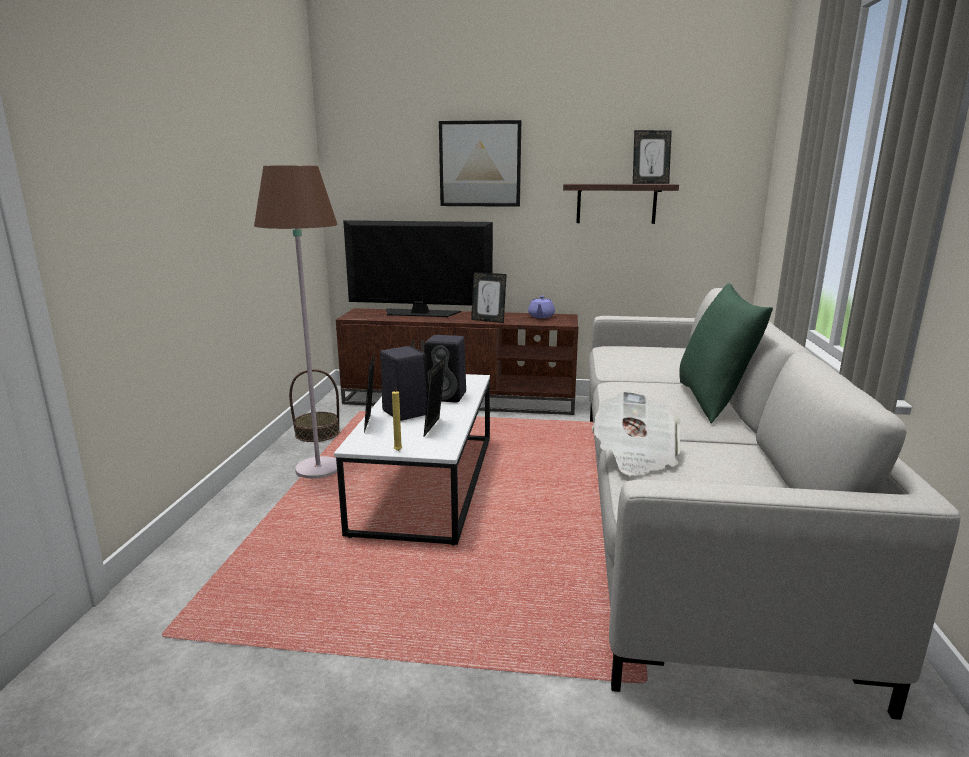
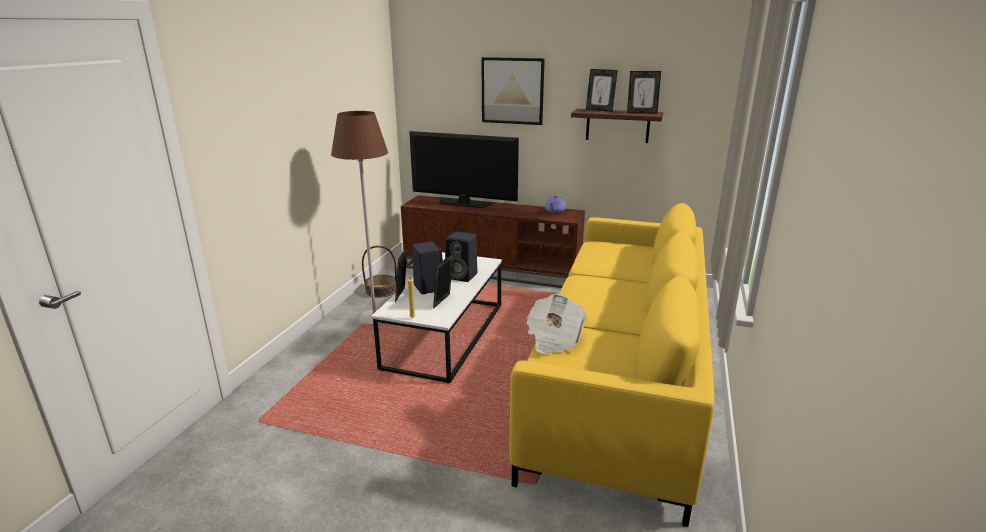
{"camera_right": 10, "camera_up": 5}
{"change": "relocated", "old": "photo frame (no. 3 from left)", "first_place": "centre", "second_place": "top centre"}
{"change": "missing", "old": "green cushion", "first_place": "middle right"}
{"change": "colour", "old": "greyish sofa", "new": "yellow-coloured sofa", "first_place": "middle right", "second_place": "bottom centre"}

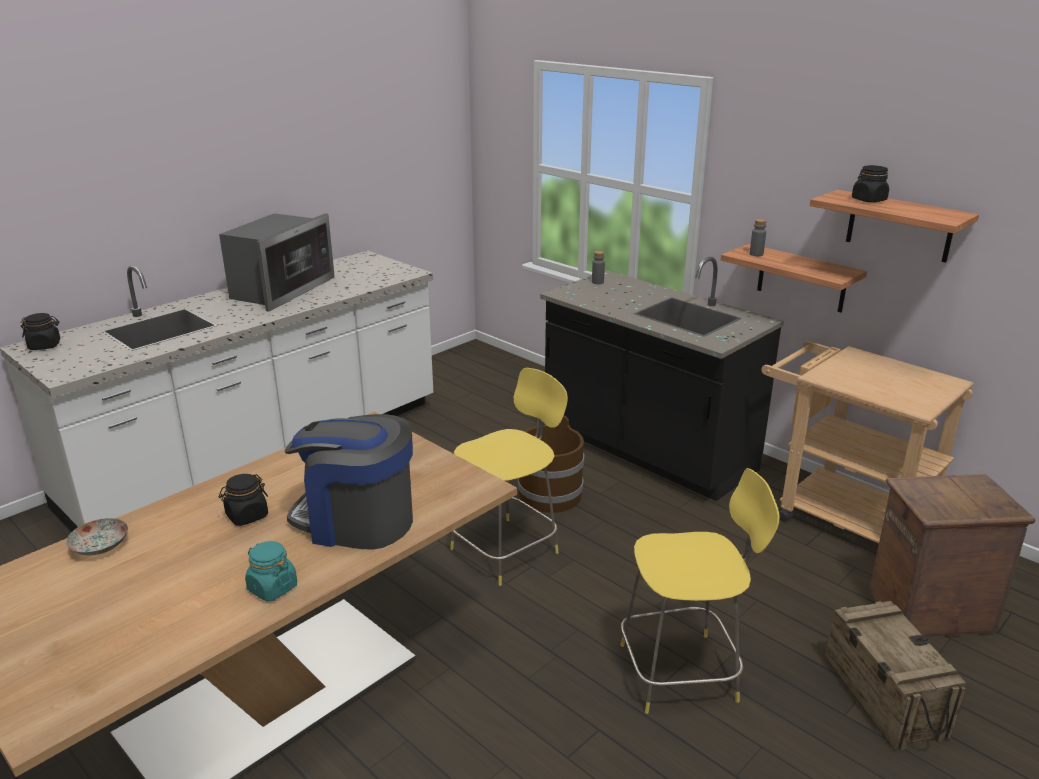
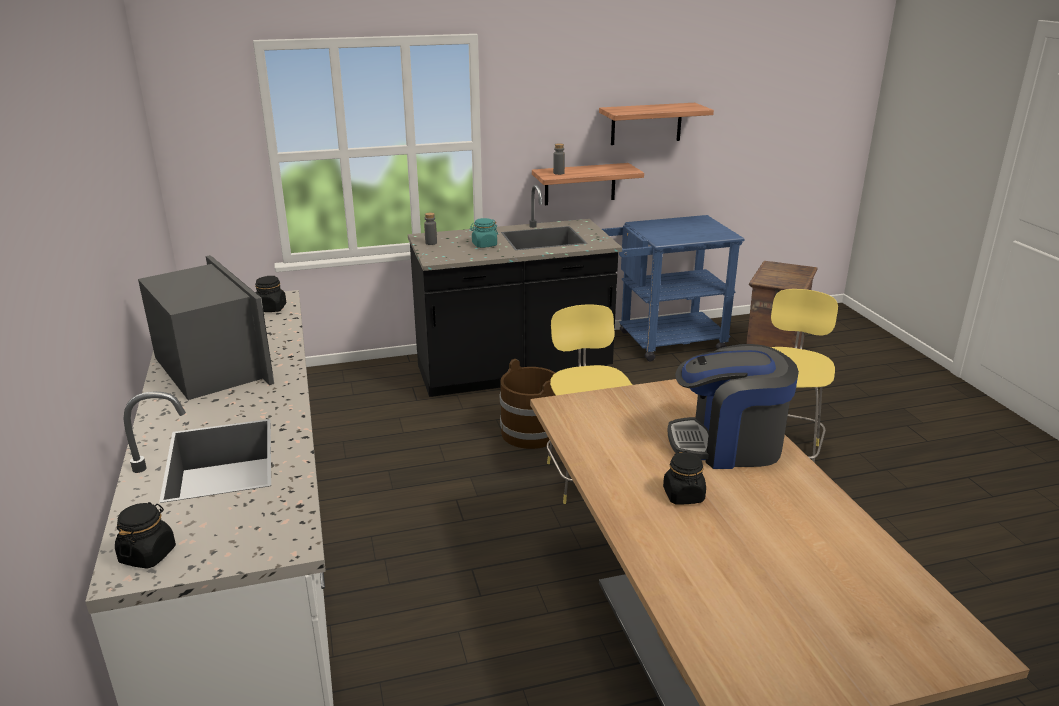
{"camera_right": -60, "camera_up": 0}
{"change": "relocated", "old": "blackish storage jar (no. 3 from left in the first image)", "new": "blackish storage jar (no. 2 from left)", "first_place": "top right", "second_place": "middle left"}
{"change": "colour", "old": "beige trolley", "new": "blue trolley", "first_place": "middle right", "second_place": "centre"}
{"change": "spun", "old": "coffee brewer", "first_place": "centre", "second_place": "middle right", "degrees": 45}
{"change": "missing", "old": "flat dish", "first_place": "bottom left"}
{"change": "relocated", "old": "turquoise storage jar", "first_place": "bottom left", "second_place": "top centre"}
{"change": "missing", "old": "packing crate (no. 1 from left)", "first_place": "bottom right"}

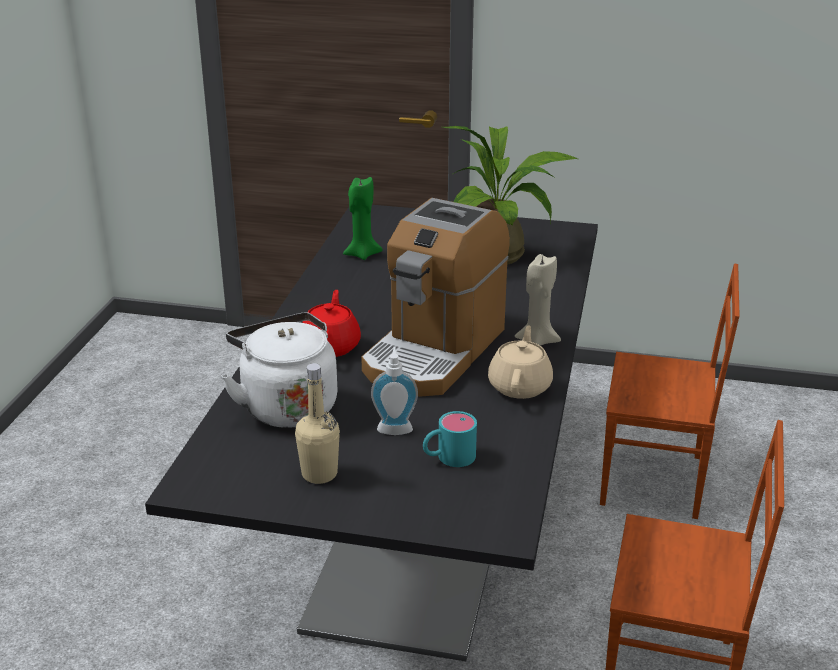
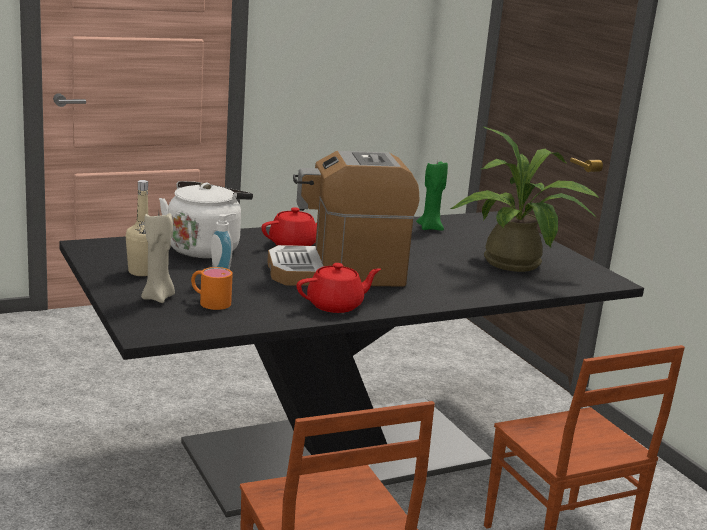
{"camera_right": 50, "camera_up": -10}
{"change": "relocated", "old": "beige wax light", "first_place": "centre", "second_place": "middle left"}
{"change": "colour", "old": "beige pot for tea", "new": "red pot for tea (no. 2 from left)", "first_place": "centre", "second_place": "centre"}
{"change": "colour", "old": "turquoise coffee mug", "new": "orangey coffee mug", "first_place": "centre", "second_place": "middle left"}

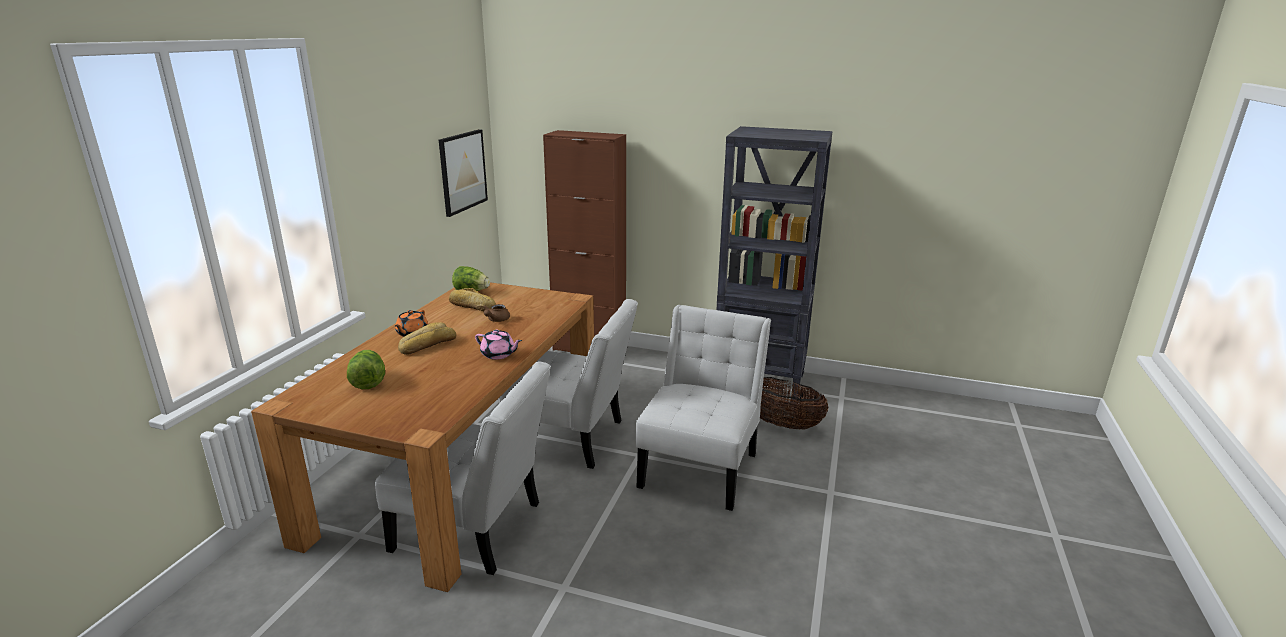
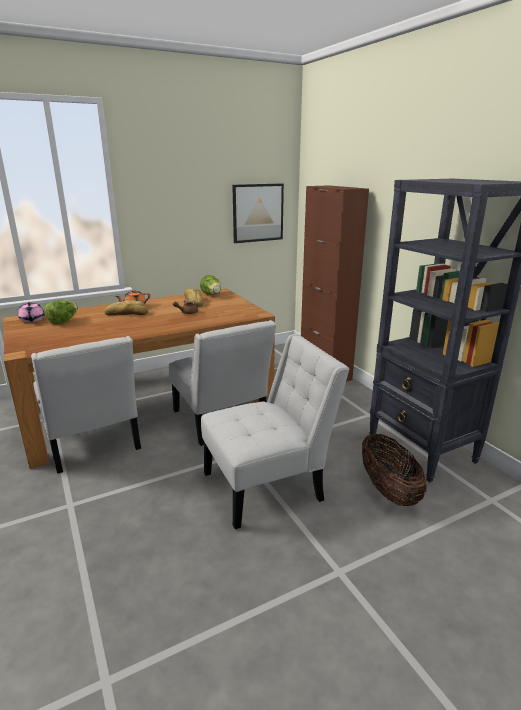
{"camera_right": 45, "camera_up": 0}
{"change": "relocated", "old": "pink-coloured pot for tea", "first_place": "centre", "second_place": "middle left"}

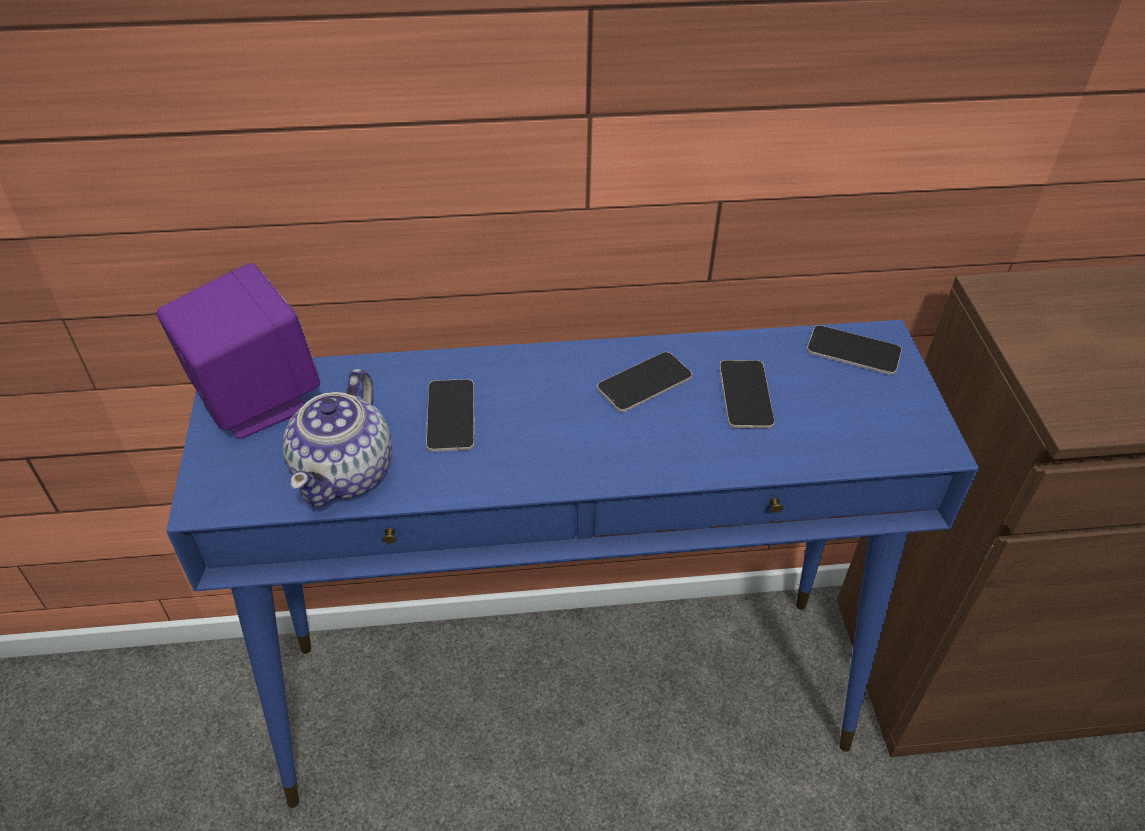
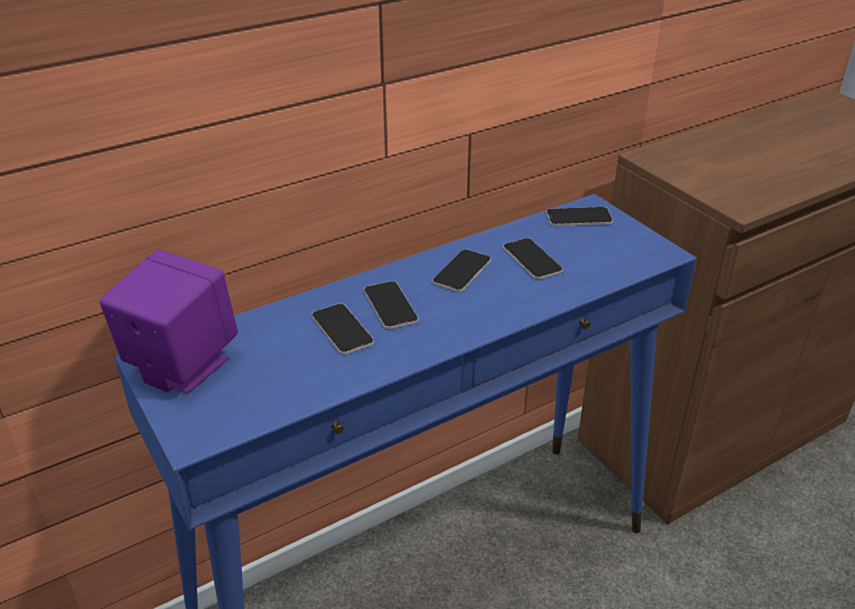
{"camera_right": -25, "camera_up": -10}
{"change": "missing", "old": "pot for tea", "first_place": "middle left"}
{"change": "appeared", "new": "phone (no. 2 from left)", "second_place": "centre"}

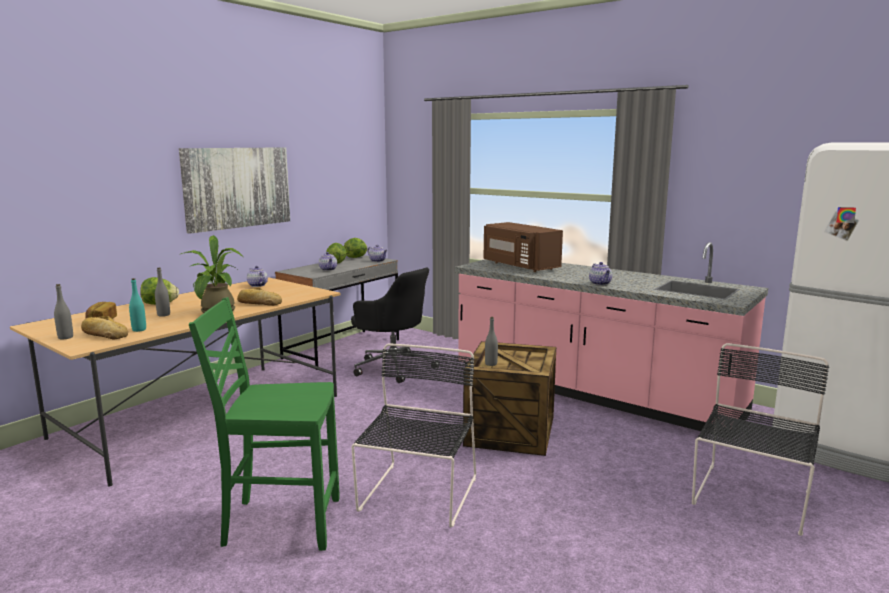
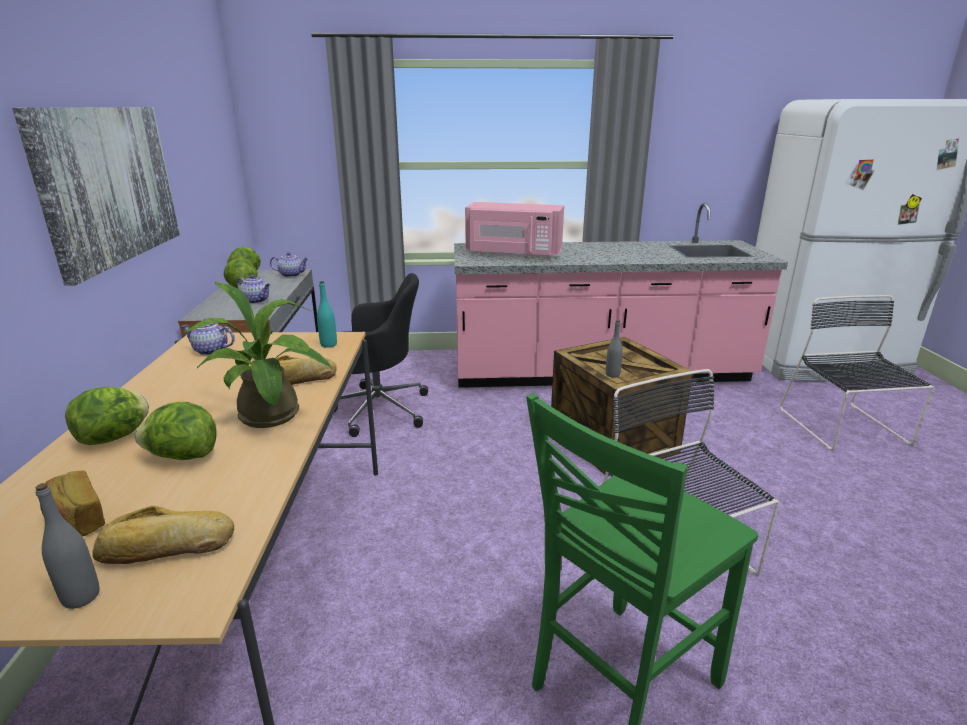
{"camera_right": -40, "camera_up": 10}
{"change": "colour", "old": "brown microwave oven", "new": "pink-coloured microwave oven", "first_place": "centre", "second_place": "top centre"}
{"change": "missing", "old": "pot for tea (no. 4 from left)", "first_place": "middle right"}
{"change": "exchanged", "old": "greyish beverage bottle (no. 2 from left)", "new": "lettuce head (no. 2 from left)", "first_place": "middle left", "second_place": "middle left"}
{"change": "relocated", "old": "turquoise beverage bottle", "first_place": "middle left", "second_place": "centre"}

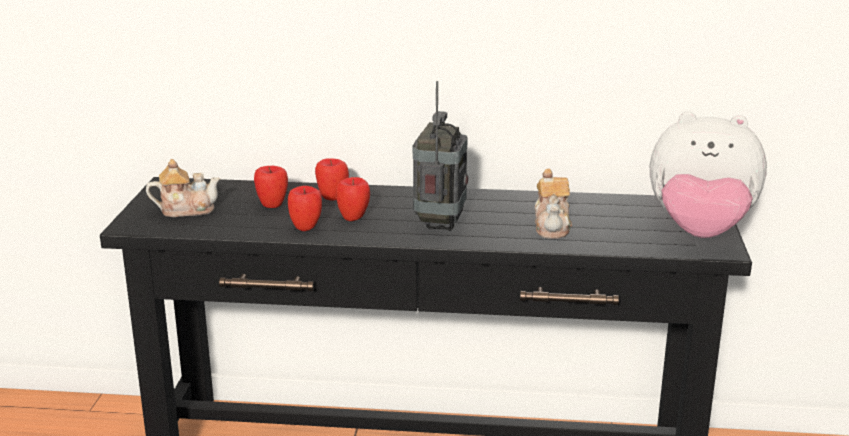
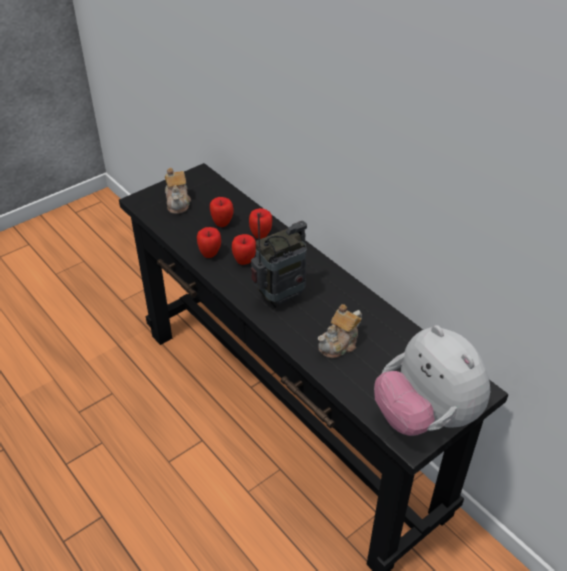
{"camera_right": 45, "camera_up": 20}
{"change": "spun", "old": "pot for tea (no. 1 from left)", "first_place": "middle left", "second_place": "middle left", "degrees": 45}

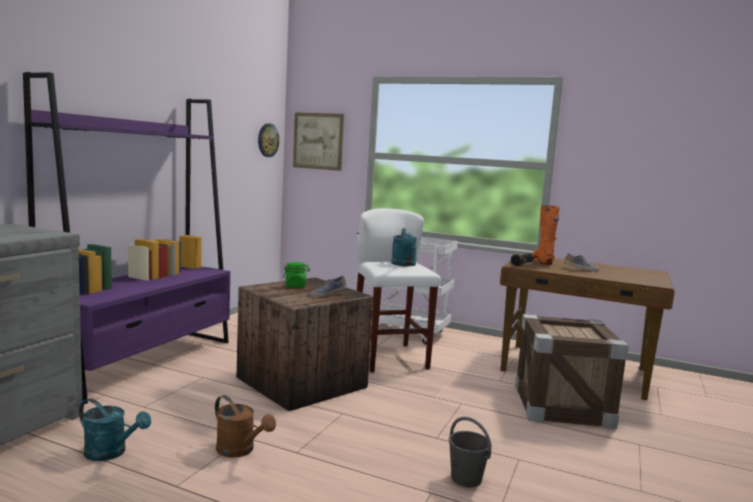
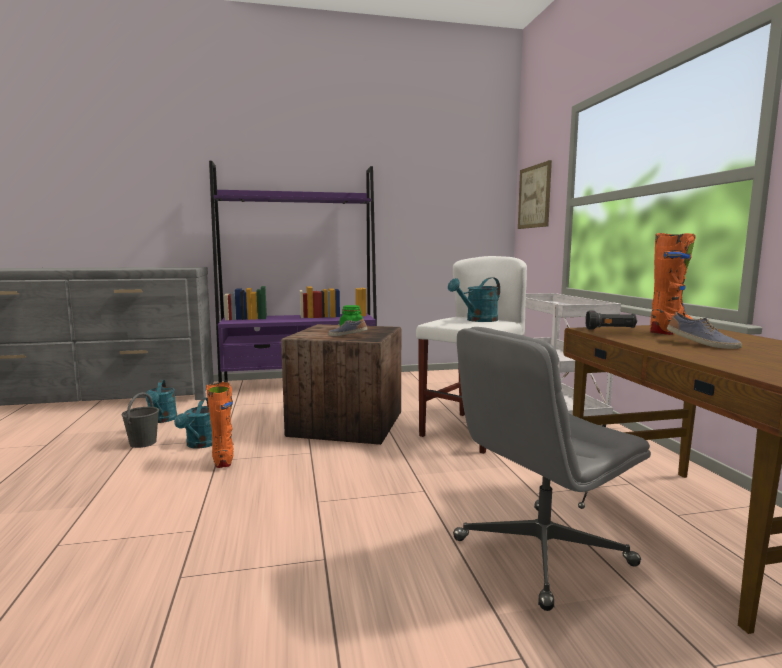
{"camera_right": 55, "camera_up": 0}
{"change": "missing", "old": "wall clock", "first_place": "top centre"}
{"change": "exchanged", "old": "packing crate (no. 2 from left)", "new": "greyish computer chair", "first_place": "bottom right", "second_place": "bottom right"}
{"change": "colour", "old": "brown sprinkling can", "new": "turquoise sprinkling can (no. 2 from left)", "first_place": "bottom left", "second_place": "middle left"}
{"change": "relocated", "old": "greyish bucket", "first_place": "bottom centre", "second_place": "middle left"}
{"change": "appeared", "new": "orangey tall boot (no. 1 from left)", "second_place": "middle left"}

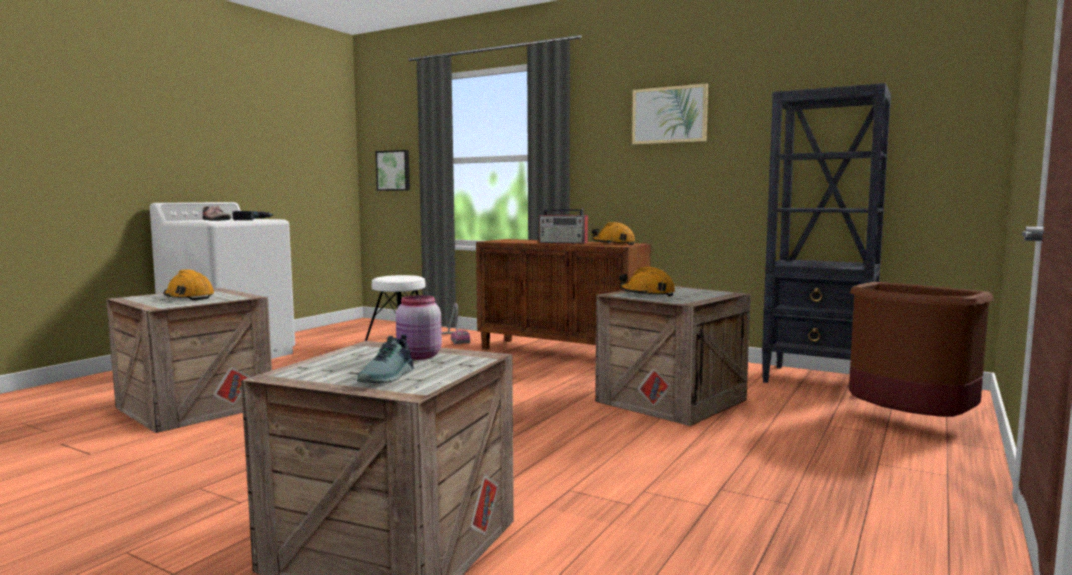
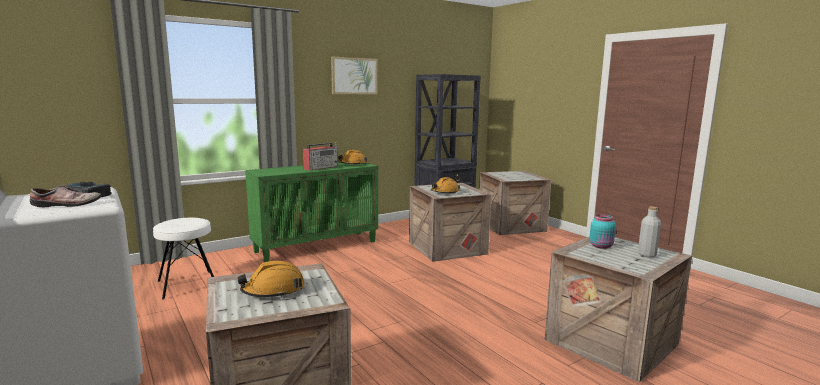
{"camera_right": -65, "camera_up": 5}
{"change": "missing", "old": "wall art (no. 1 from left)", "first_place": "top centre"}
{"change": "colour", "old": "brown cupboard", "new": "green cupboard", "first_place": "centre", "second_place": "centre"}
{"change": "exchanged", "old": "brown rubbish bin", "new": "packing crate (no. 3 from left)", "first_place": "middle right", "second_place": "centre"}
{"change": "colour", "old": "pink-coloured storage jar", "new": "turquoise storage jar", "first_place": "centre", "second_place": "middle right"}
{"change": "missing", "old": "vacuum cleaner", "first_place": "centre"}
{"change": "exchanged", "old": "low shoe (no. 2 from left)", "new": "greyish beverage bottle", "first_place": "centre", "second_place": "middle right"}

